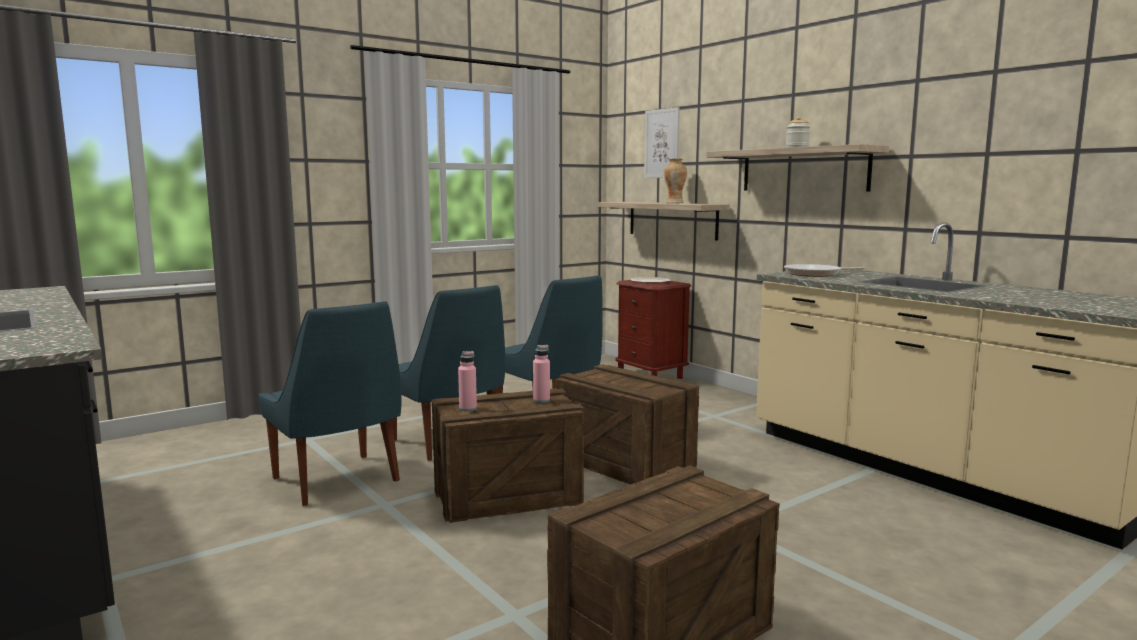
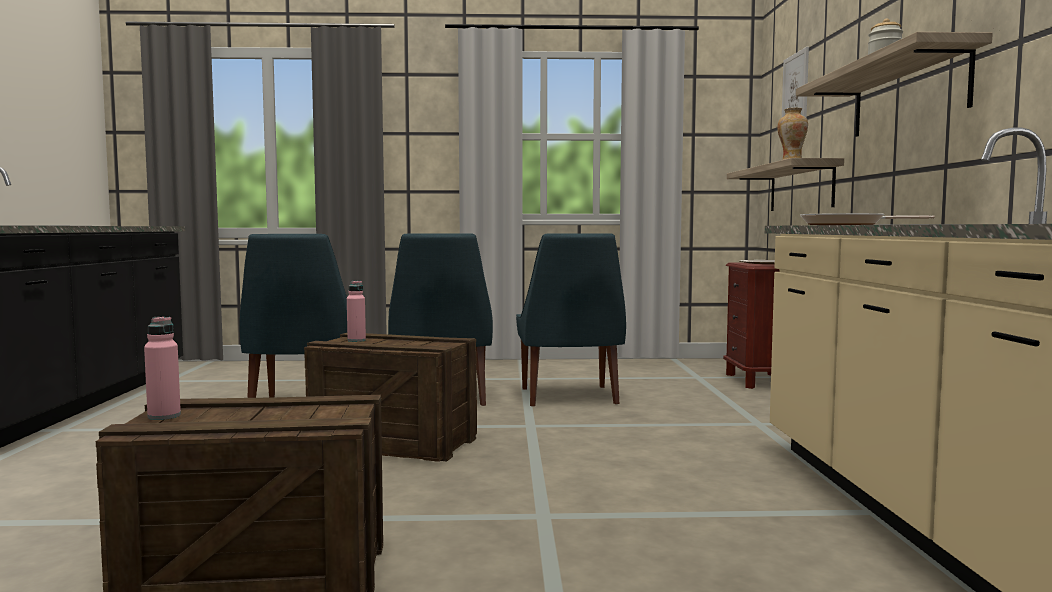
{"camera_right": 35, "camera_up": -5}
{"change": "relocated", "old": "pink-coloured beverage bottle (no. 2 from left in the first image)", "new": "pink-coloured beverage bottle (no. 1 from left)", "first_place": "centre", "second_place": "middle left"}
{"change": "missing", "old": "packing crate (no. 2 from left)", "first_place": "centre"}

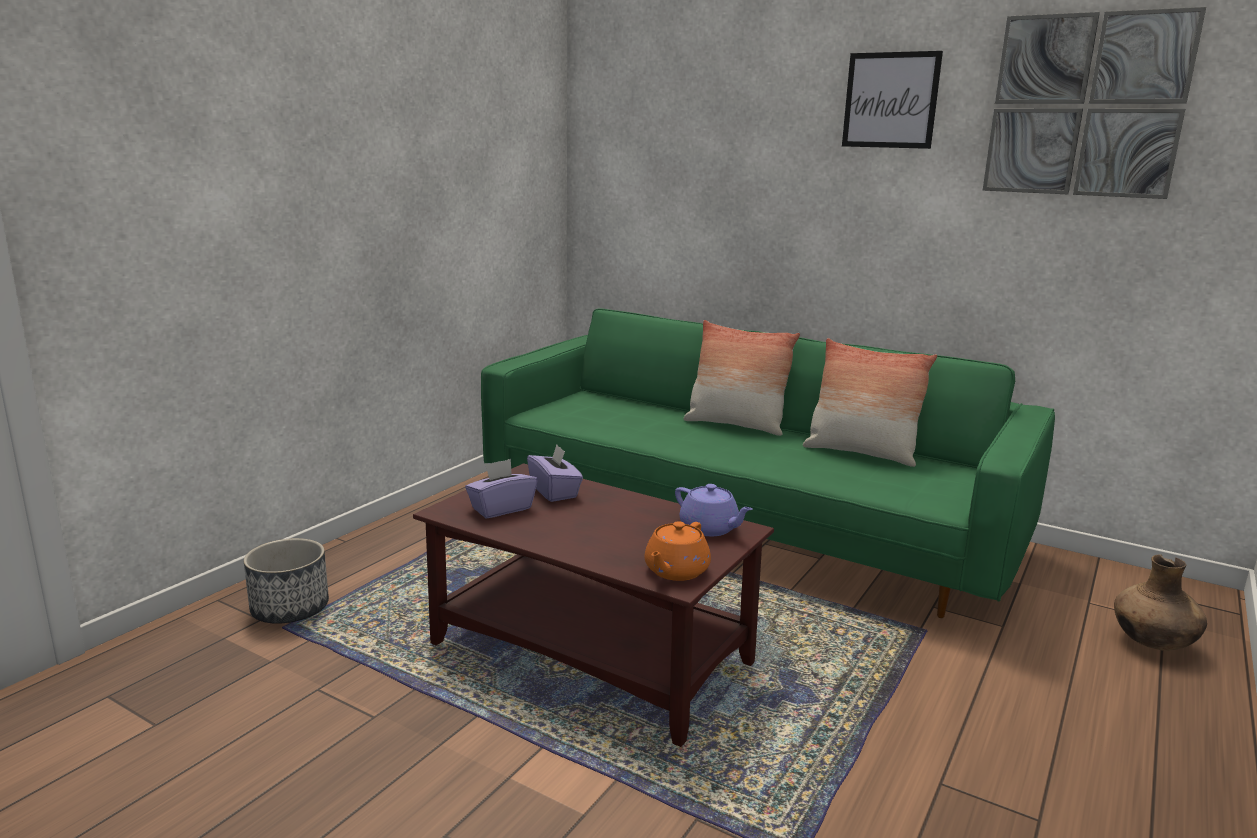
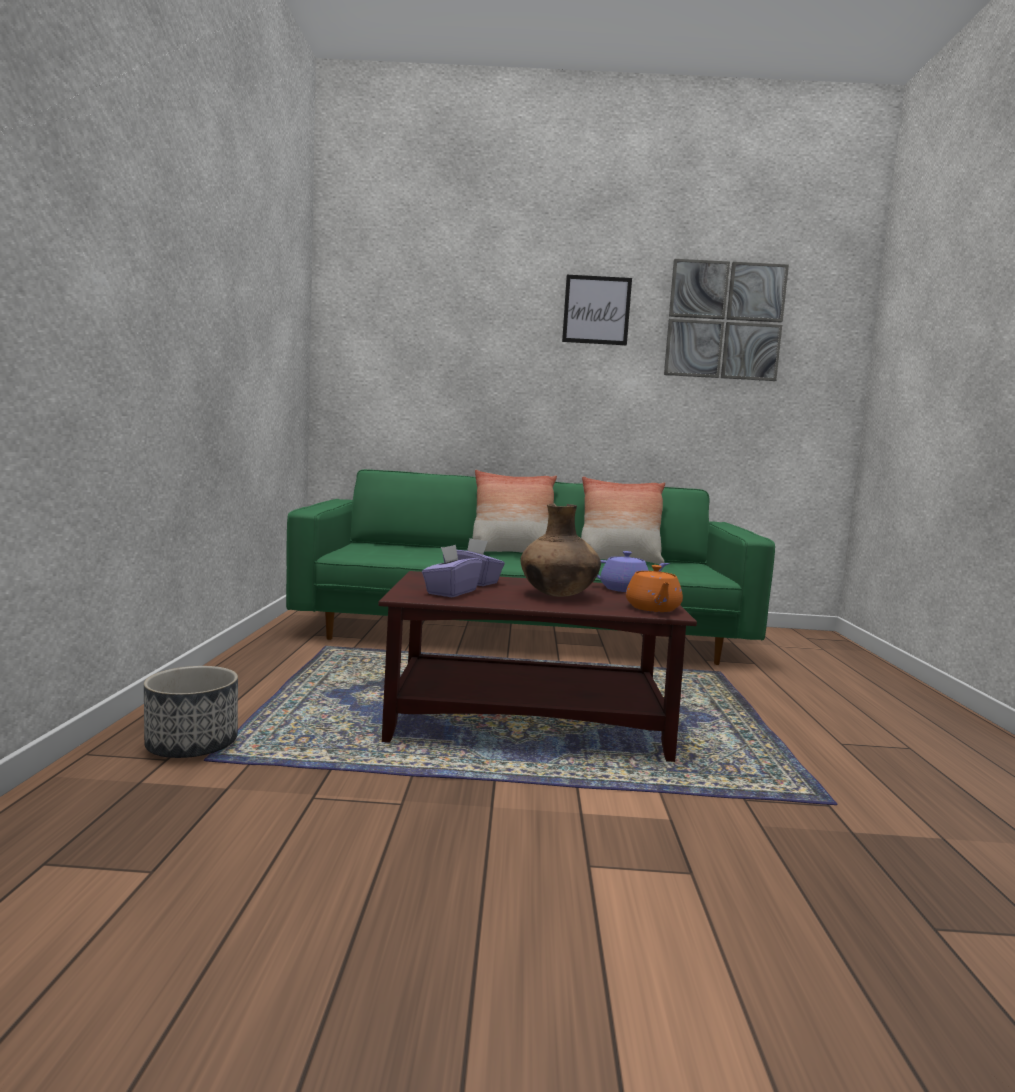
{"camera_right": -30, "camera_up": -10}
{"change": "relocated", "old": "brown flower vase", "first_place": "bottom right", "second_place": "centre"}

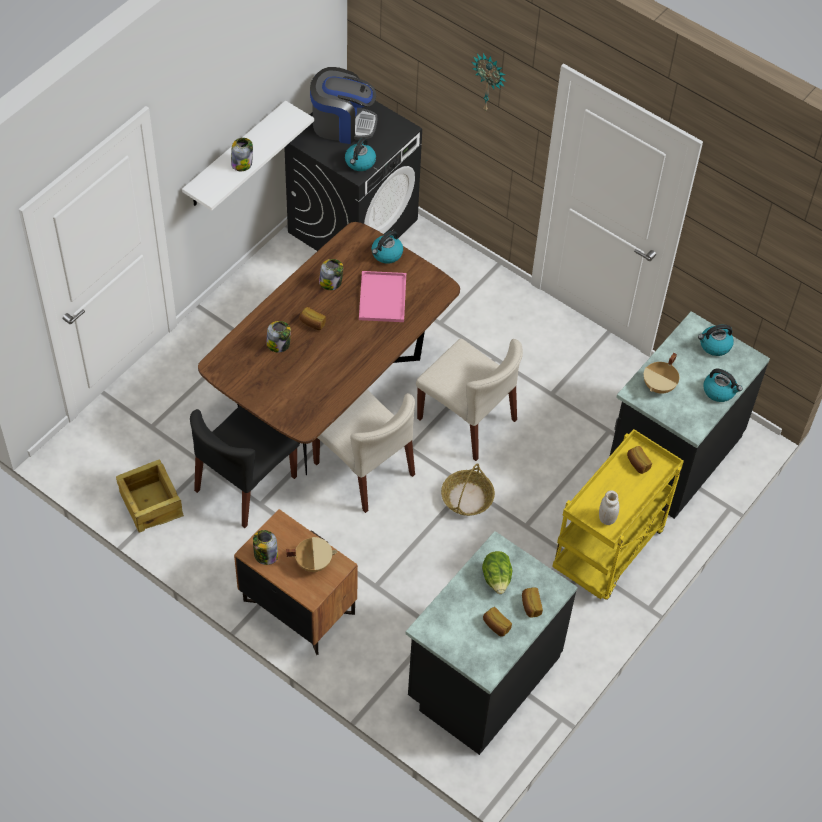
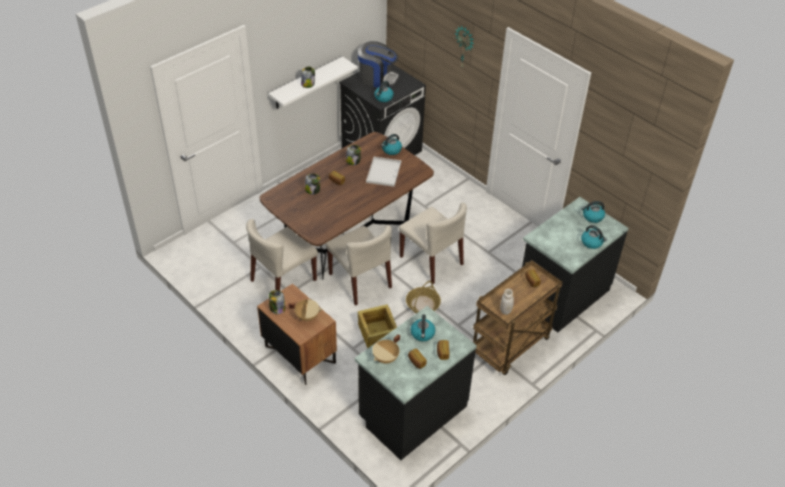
{"camera_right": 10, "camera_up": -10}
{"change": "colour", "old": "pink-coloured tray", "new": "white-coloured tray", "first_place": "centre", "second_place": "centre"}
{"change": "relocated", "old": "beige saucepot (no. 2 from left)", "first_place": "middle right", "second_place": "bottom centre"}
{"change": "colour", "old": "blackish chair", "new": "beige chair (no. 1 from left)", "first_place": "middle left", "second_place": "centre"}
{"change": "colour", "old": "yellow-coloured trolley", "new": "brown trolley", "first_place": "middle right", "second_place": "centre"}
{"change": "relocated", "old": "packing crate", "first_place": "middle left", "second_place": "bottom centre"}
{"change": "exchanged", "old": "lettuce head", "new": "tea kettle (no. 3 from left)", "first_place": "bottom centre", "second_place": "bottom centre"}

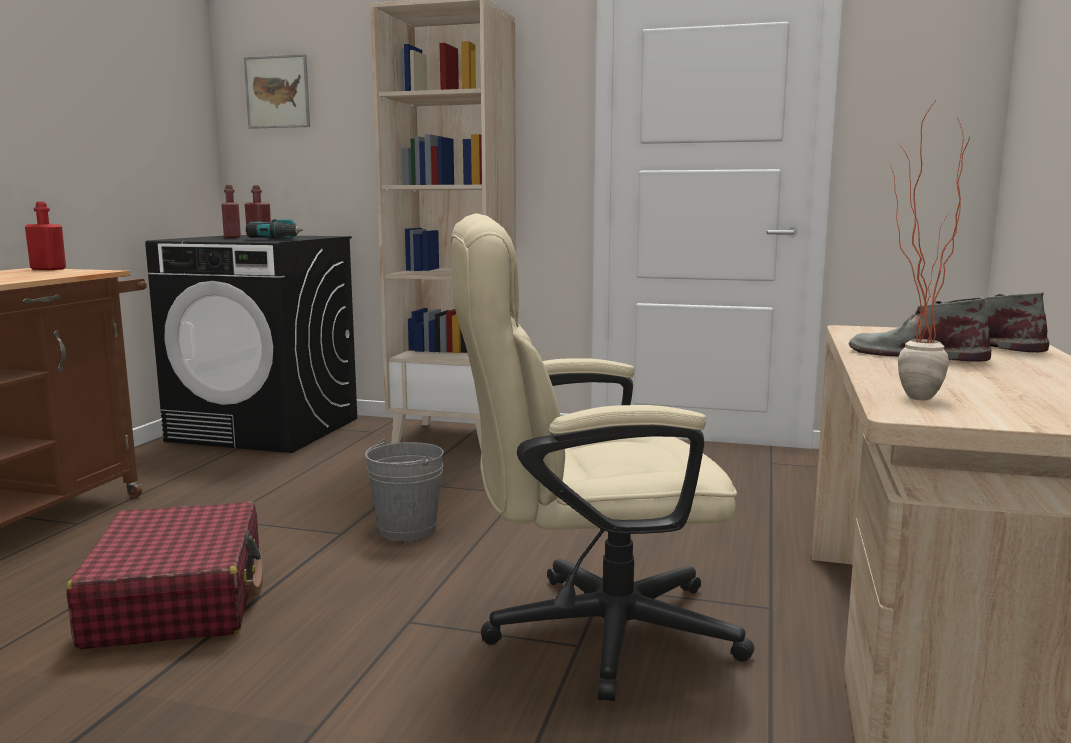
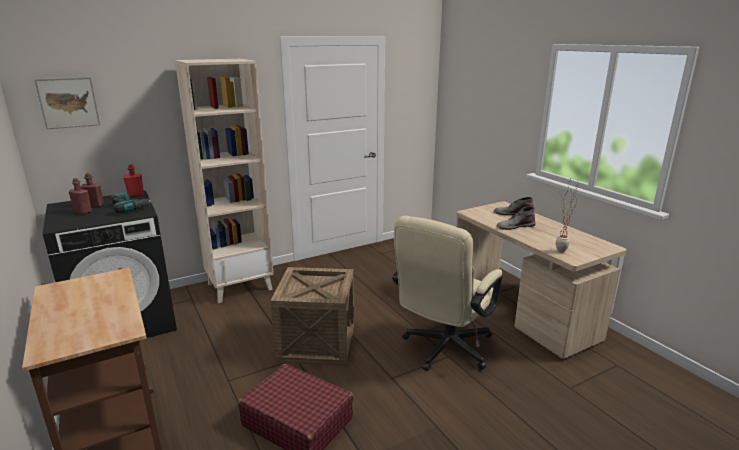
{"camera_right": -45, "camera_up": 10}
{"change": "relocated", "old": "red beverage bottle (no. 1 from left in the first image)", "new": "red beverage bottle (no. 3 from left)", "first_place": "top left", "second_place": "middle left"}
{"change": "exchanged", "old": "greyish bucket", "new": "packing crate", "first_place": "centre", "second_place": "bottom centre"}

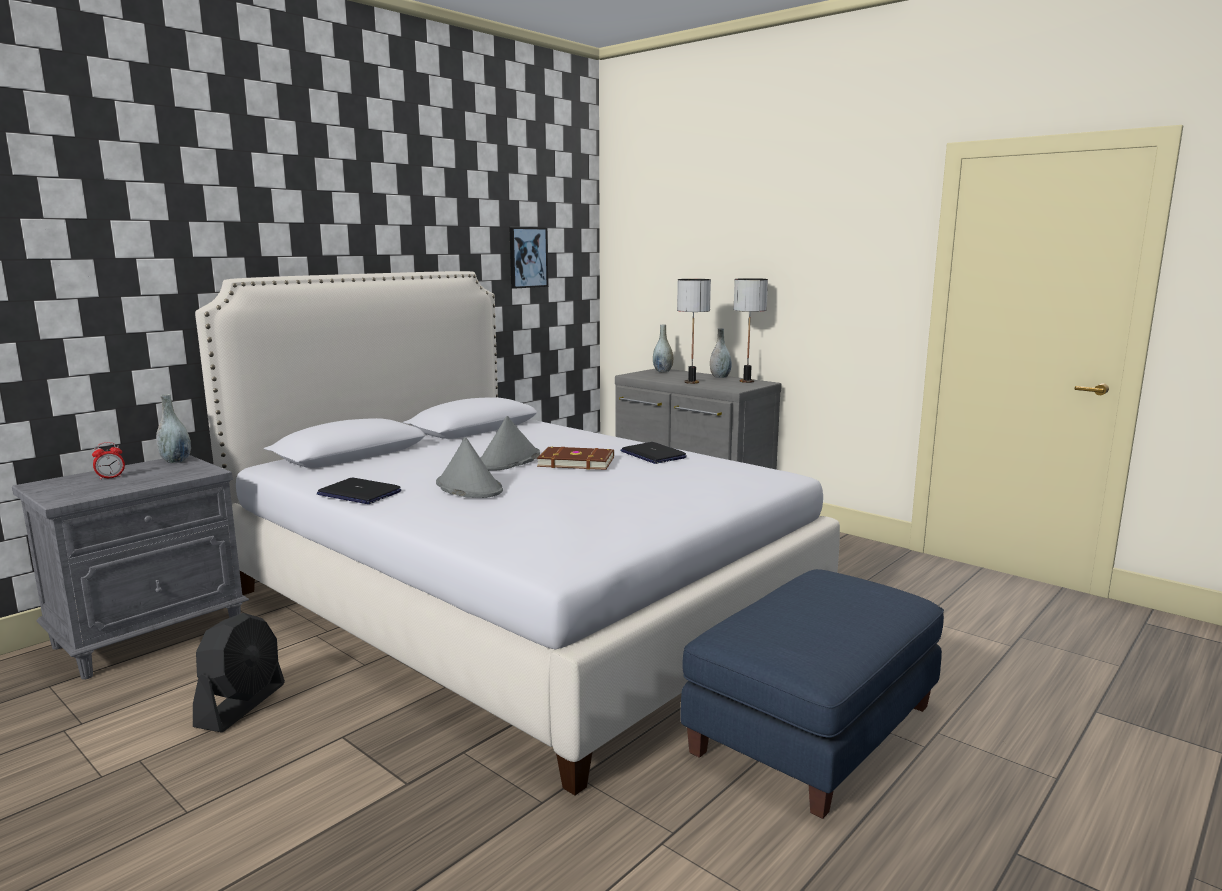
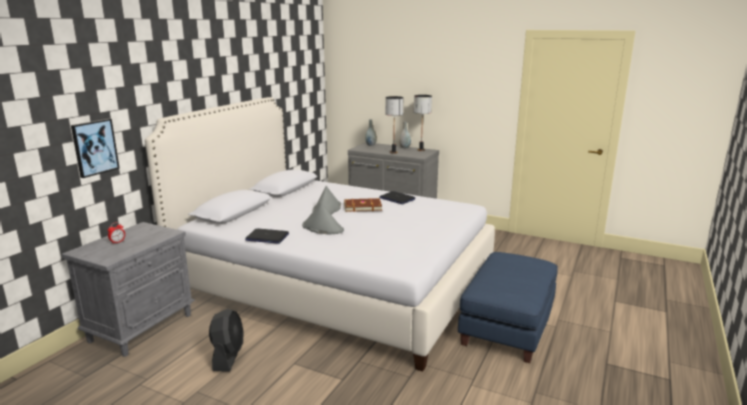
{"camera_right": -15, "camera_up": 5}
{"change": "relocated", "old": "wall art", "first_place": "top centre", "second_place": "middle left"}
{"change": "missing", "old": "greyish flower vase (no. 1 from left)", "first_place": "middle left"}

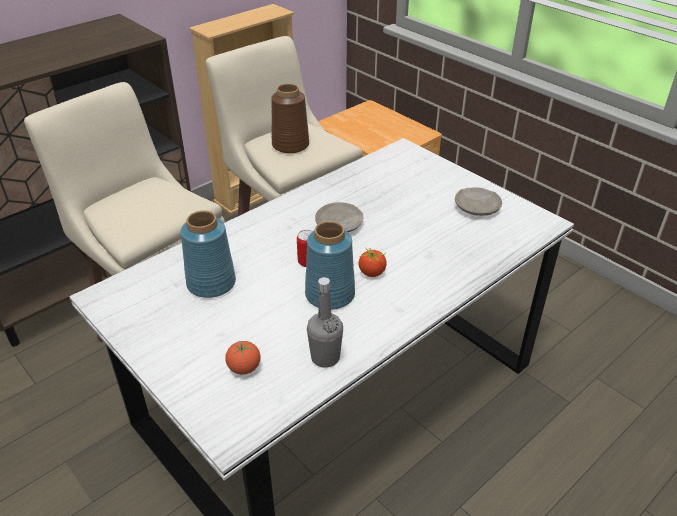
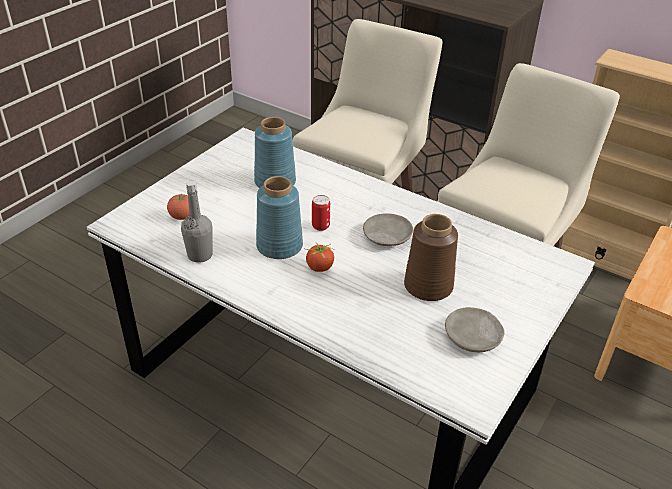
{"camera_right": 75, "camera_up": 0}
{"change": "relocated", "old": "brown flower vase", "first_place": "top centre", "second_place": "centre"}

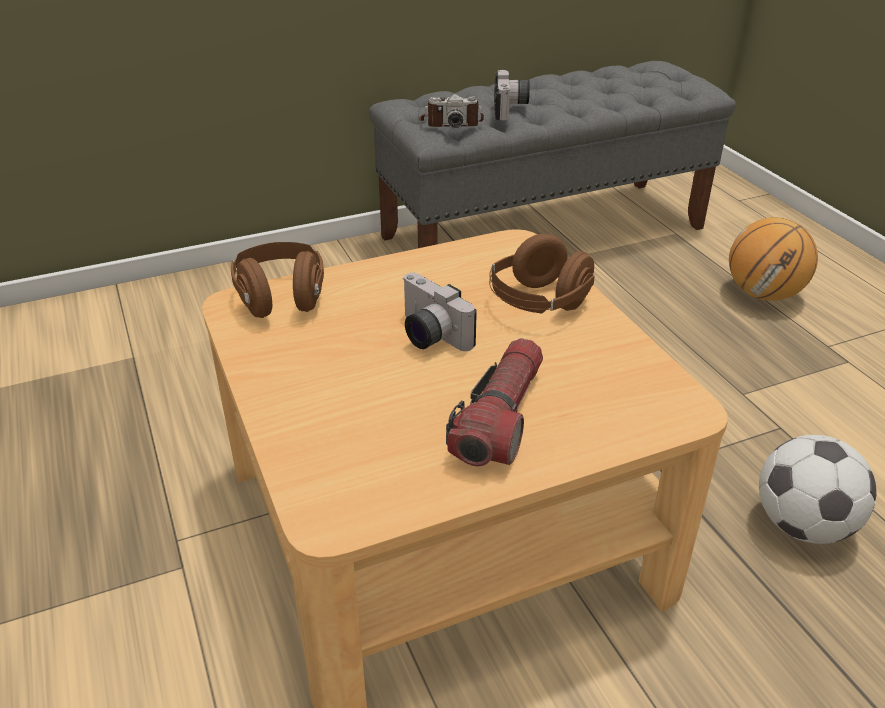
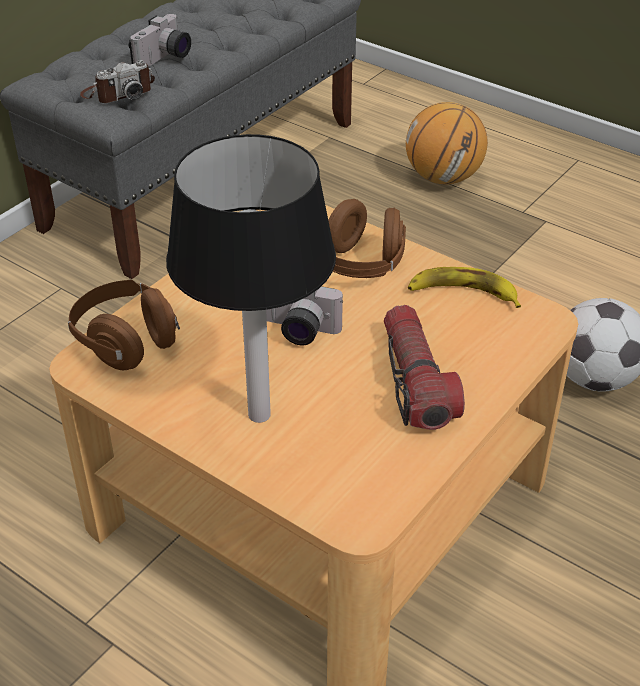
{"camera_right": -30, "camera_up": 5}
{"change": "spun", "old": "photo camera (no. 3 from left in the first image)", "first_place": "top centre", "second_place": "top left", "degrees": 60}
{"change": "appeared", "new": "lamp for a table", "second_place": "centre"}
{"change": "appeared", "new": "banana fruit", "second_place": "middle right"}

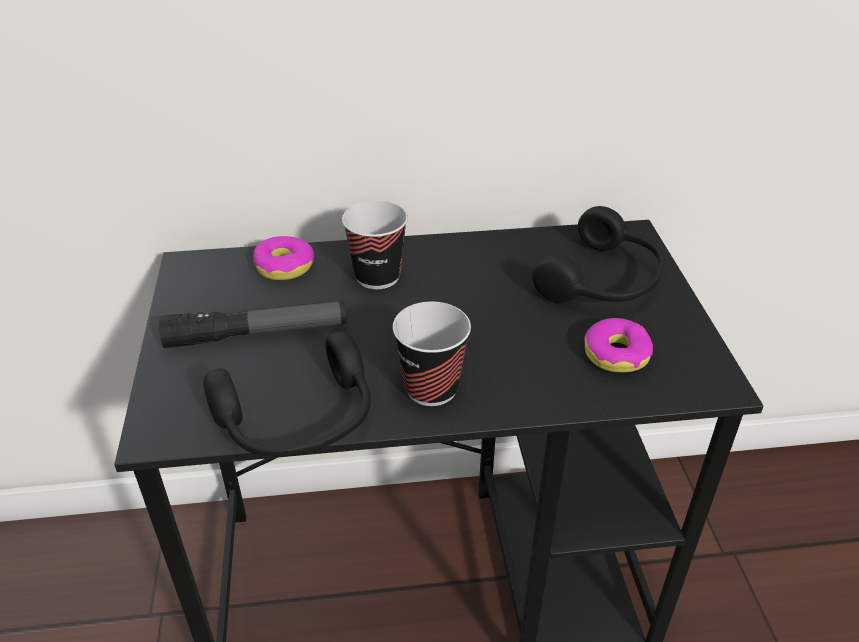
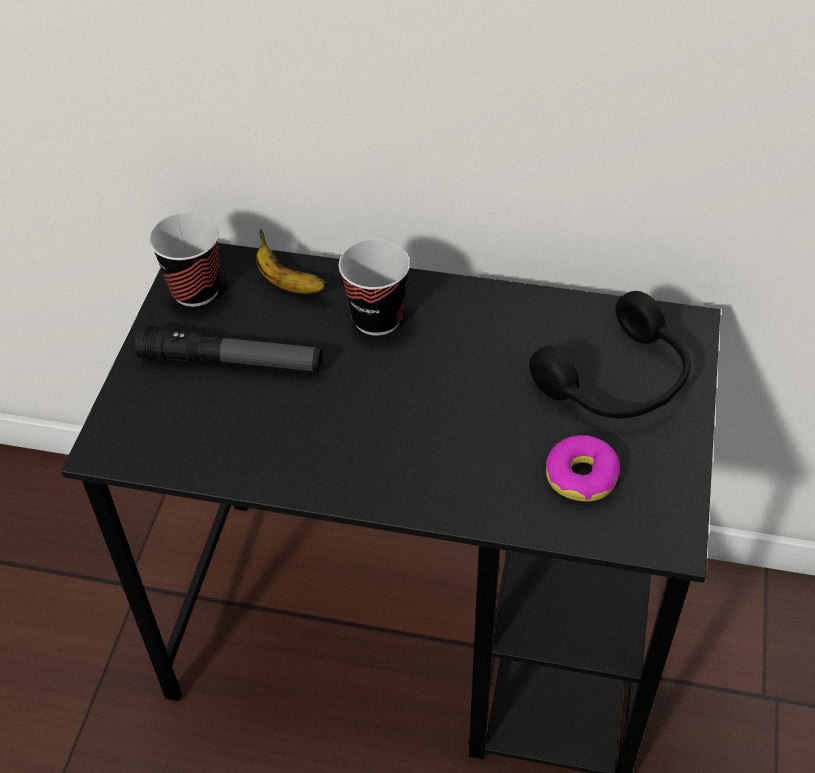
{"camera_right": 20, "camera_up": 10}
{"change": "exchanged", "old": "ring doughnut (no. 1 from left)", "new": "banana fruit", "first_place": "middle left", "second_place": "centre"}
{"change": "relocated", "old": "drinking cup (no. 2 from left in the first image)", "new": "drinking cup (no. 1 from left)", "first_place": "centre", "second_place": "middle left"}
{"change": "missing", "old": "blackish headset (no. 1 from left)", "first_place": "centre"}

